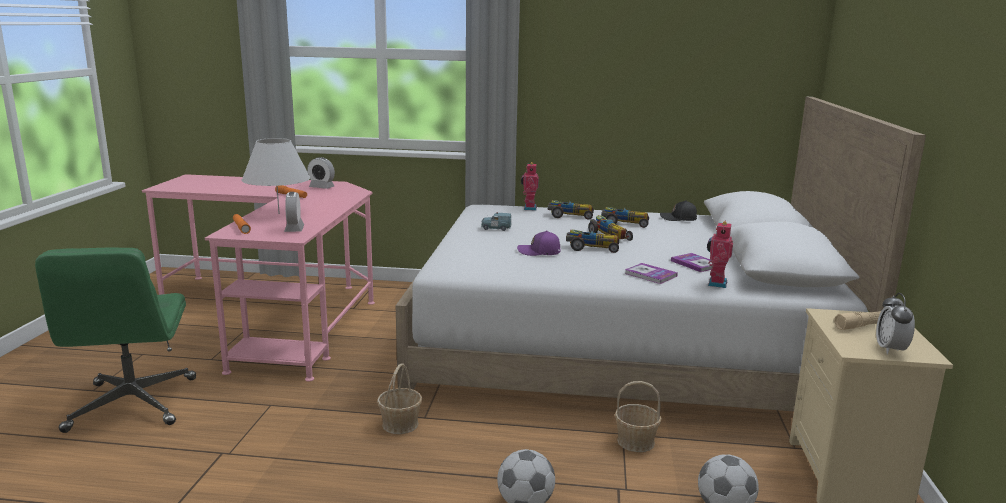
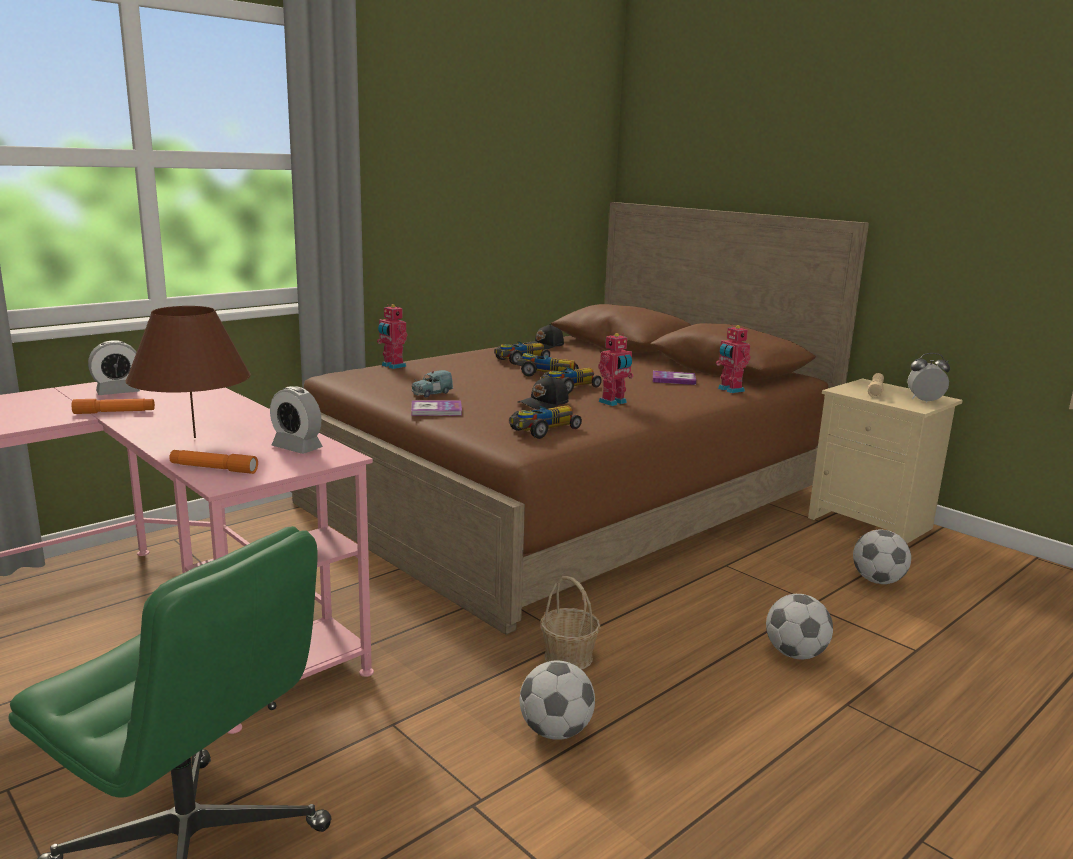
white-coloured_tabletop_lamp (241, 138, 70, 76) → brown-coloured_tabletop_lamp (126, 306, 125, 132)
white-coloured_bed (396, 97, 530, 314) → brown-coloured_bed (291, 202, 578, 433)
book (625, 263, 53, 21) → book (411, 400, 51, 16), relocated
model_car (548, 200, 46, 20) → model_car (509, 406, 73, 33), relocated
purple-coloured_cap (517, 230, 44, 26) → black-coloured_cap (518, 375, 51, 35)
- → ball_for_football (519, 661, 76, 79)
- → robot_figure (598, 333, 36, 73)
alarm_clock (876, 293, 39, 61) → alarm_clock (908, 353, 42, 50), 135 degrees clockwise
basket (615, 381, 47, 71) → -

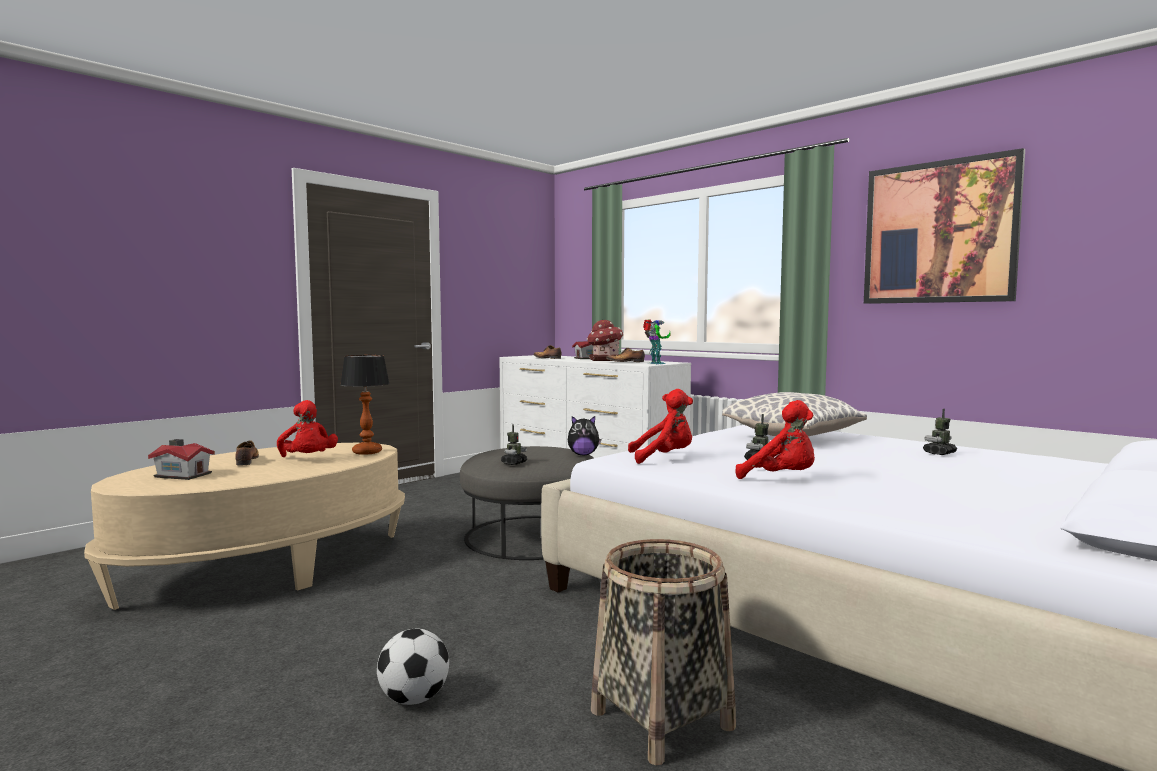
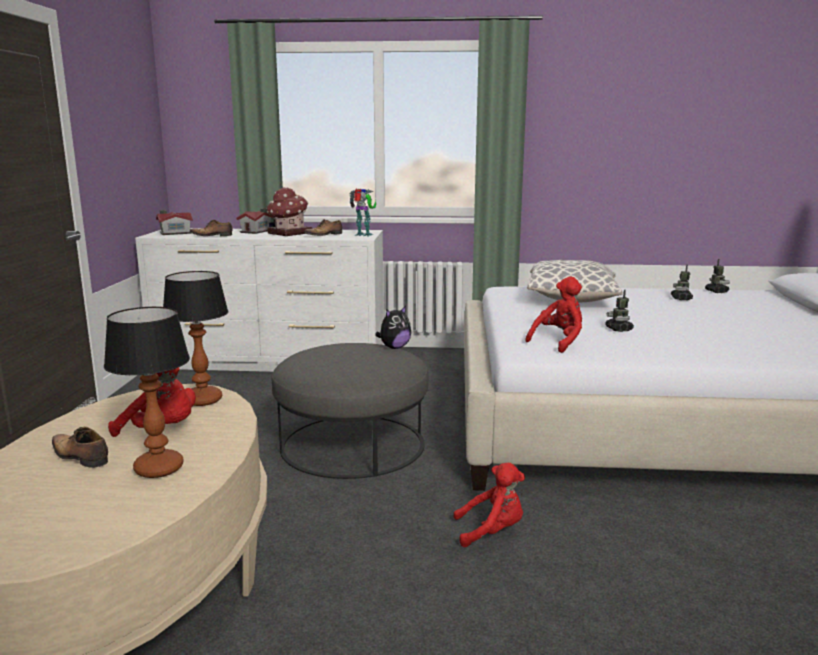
- → tabletop_lamp (104, 307, 86, 171)
model_house (148, 439, 67, 41) → model_house (156, 210, 37, 25), relocated
red_plush_toy (736, 400, 79, 79) → red_plush_toy (453, 463, 72, 84), relocated
robot_figure (501, 424, 26, 41) → robot_figure (705, 259, 25, 34), relocated
ball_for_football (377, 629, 72, 76) → -
basket (591, 539, 145, 226) → -
picture (864, 148, 161, 156) → -

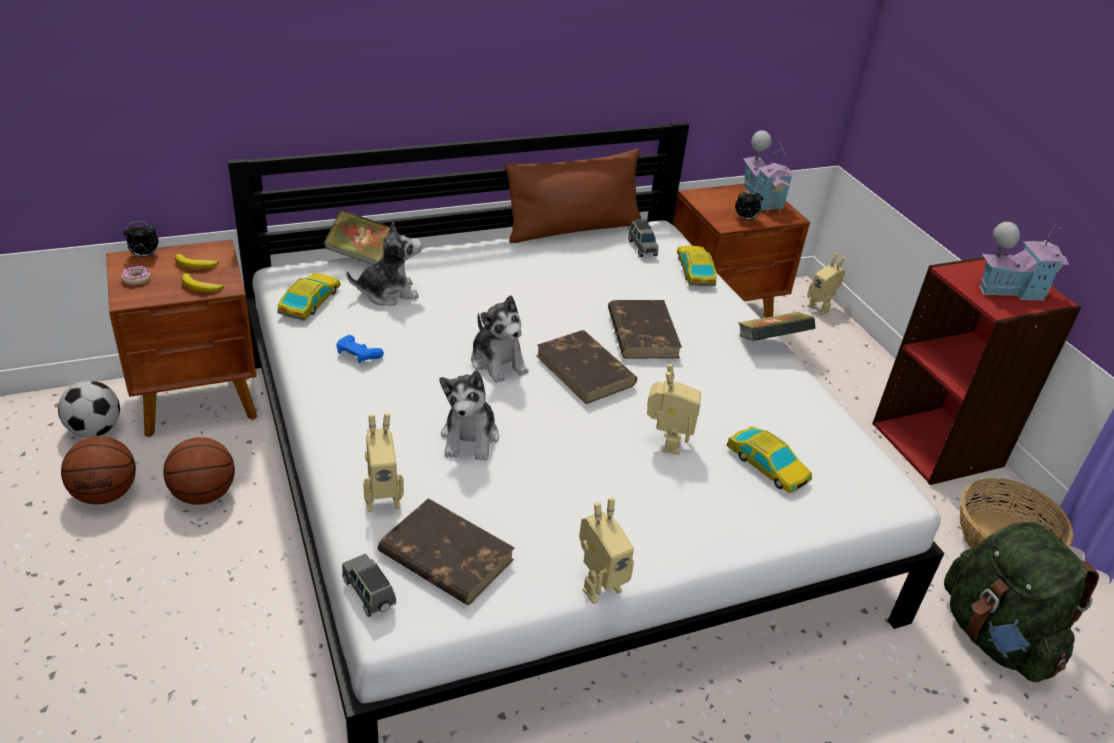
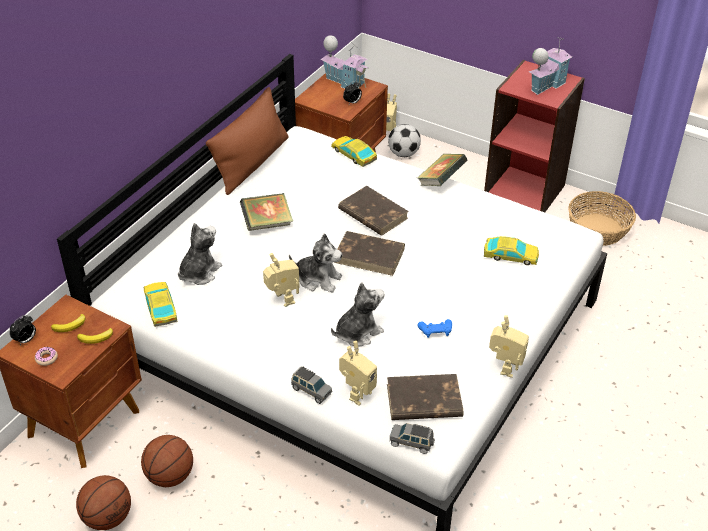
book (324, 209, 73, 56) → book (240, 193, 53, 38), relocated
robot_figure (647, 364, 54, 91) → robot_figure (263, 253, 37, 54), relocated
greyish_model_car (628, 219, 30, 38) → greyish_model_car (291, 366, 41, 38), relocated
plush_toy (440, 371, 59, 90) → plush_toy (331, 282, 53, 65), 90 degrees counterclockwise
ball_for_football (58, 381, 62, 57) → ball_for_football (388, 124, 33, 33), relocated
blue-coloured_gamepad (336, 335, 48, 28) → blue-coloured_gamepad (418, 319, 34, 19), relocated
green-coloured_rucksack (944, 522, 155, 160) → -

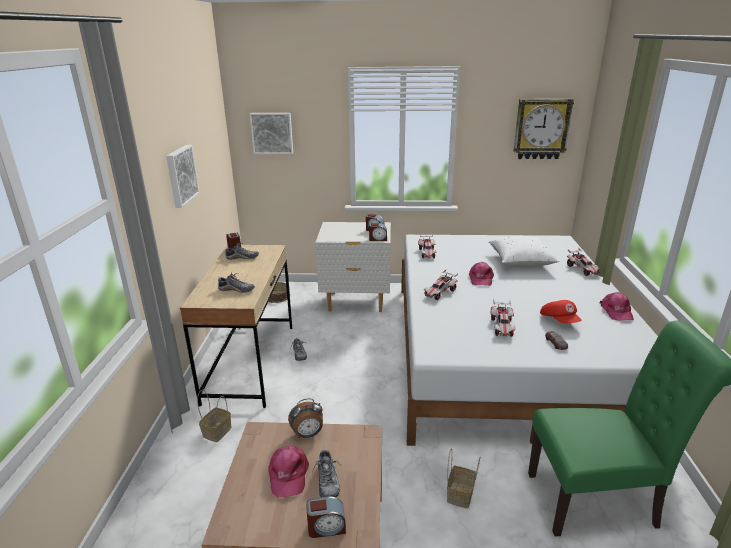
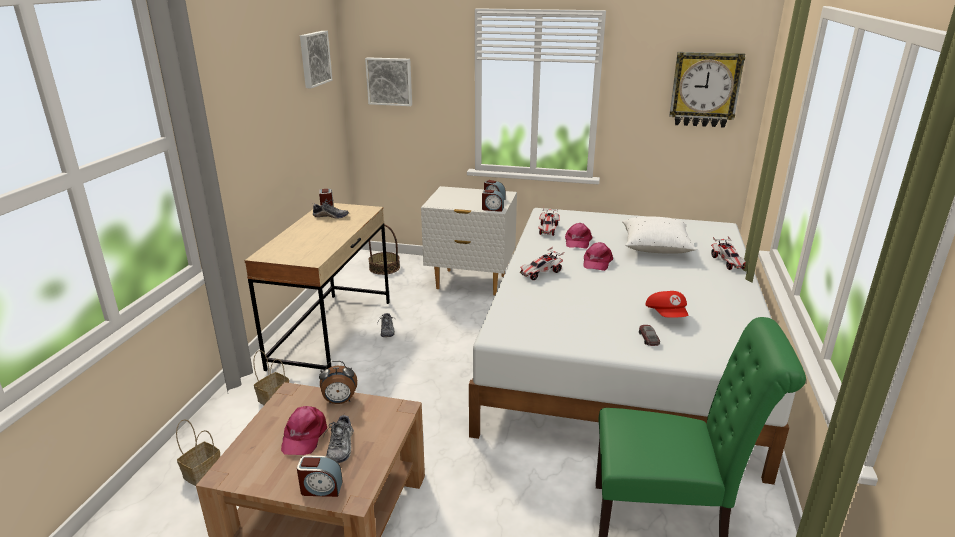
basket (447, 449, 33, 60) → basket (176, 419, 44, 67), relocated
picture (166, 145, 33, 63) → picture (300, 31, 33, 57), relocated
pink_cap (599, 292, 35, 29) → pink_cap (565, 223, 28, 26), relocated
shoe (218, 272, 37, 21) → -
model_car (490, 302, 25, 35) → -

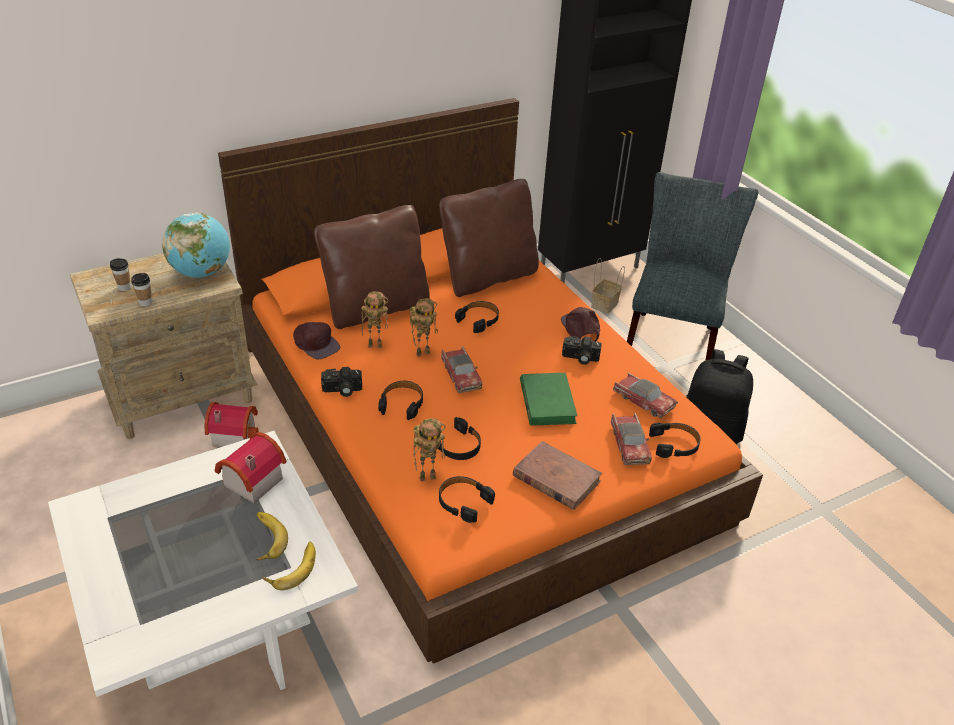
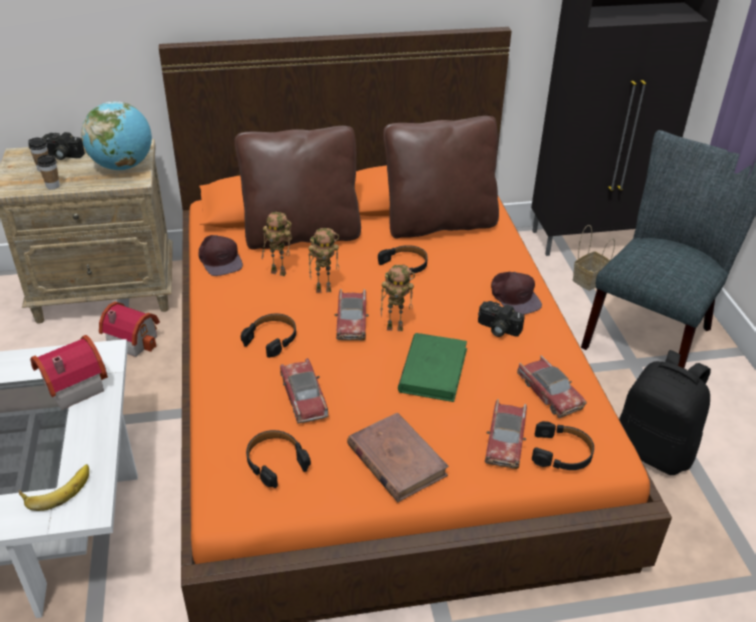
photo_camera (321, 367, 41, 30) → photo_camera (42, 132, 43, 28), relocated
black-coloured_headphones (438, 417, 43, 43) → model_car (280, 358, 49, 66)
robot_figure (413, 418, 32, 63) → robot_figure (381, 265, 34, 66), relocated
brown-coloured_cap (561, 307, 39, 34) → brown-coloured_cap (491, 272, 51, 43), 150 degrees clockwise
banana (256, 512, 32, 49) → -

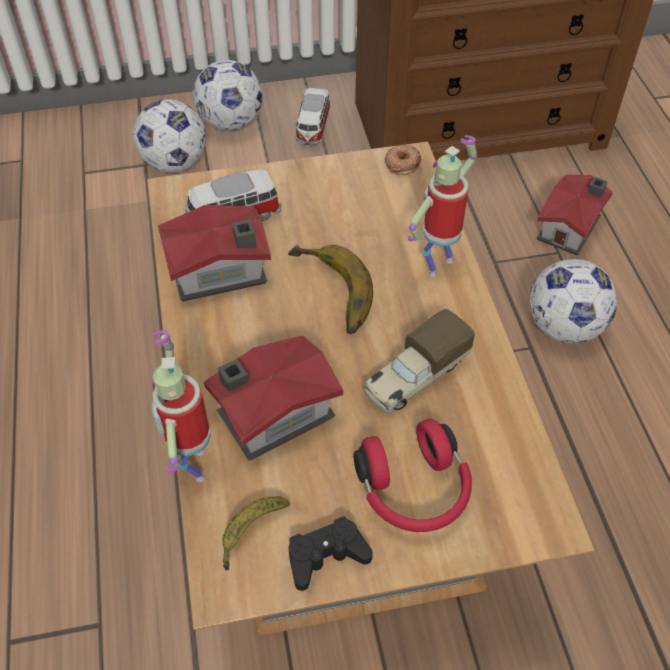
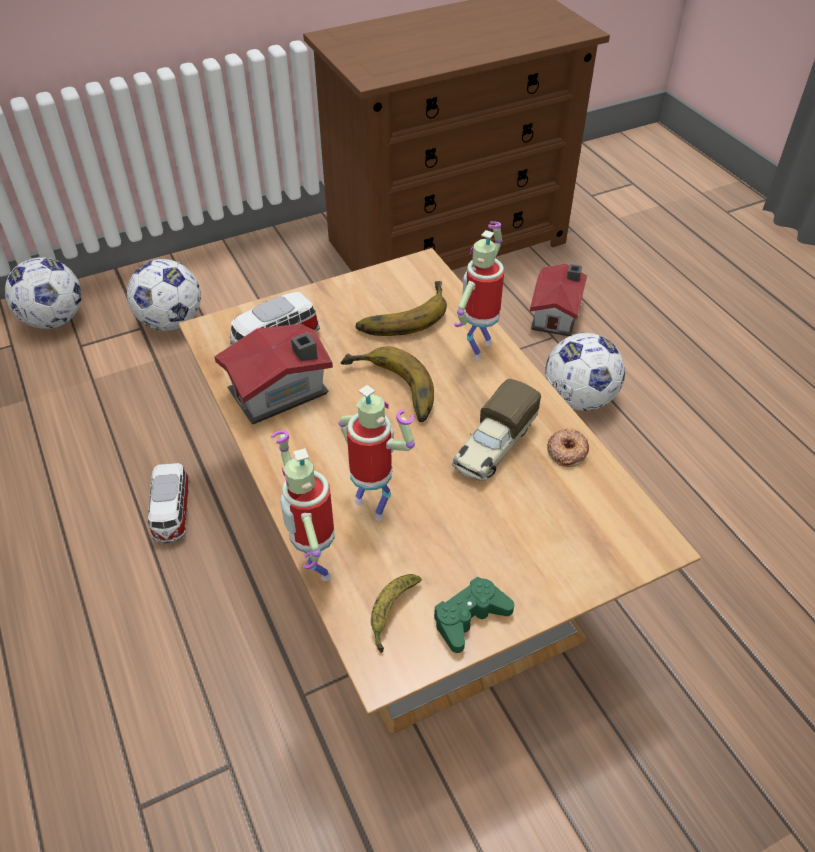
ball_for_football (193, 60, 69, 71) → ball_for_football (5, 257, 76, 72), relocated
model_car (295, 88, 36, 57) → model_car (146, 463, 44, 81), relocated
model_house (204, 335, 139, 126) → robot_figure (339, 385, 76, 136)
- → banana (355, 281, 92, 55)
black-coloured_gamepad (289, 516, 84, 75) → green-coloured_gamepad (434, 576, 80, 77)
ring_doughnut (385, 144, 36, 31) → ring_doughnut (547, 429, 42, 38), relocated
red_headphones (354, 419, 118, 113) → -

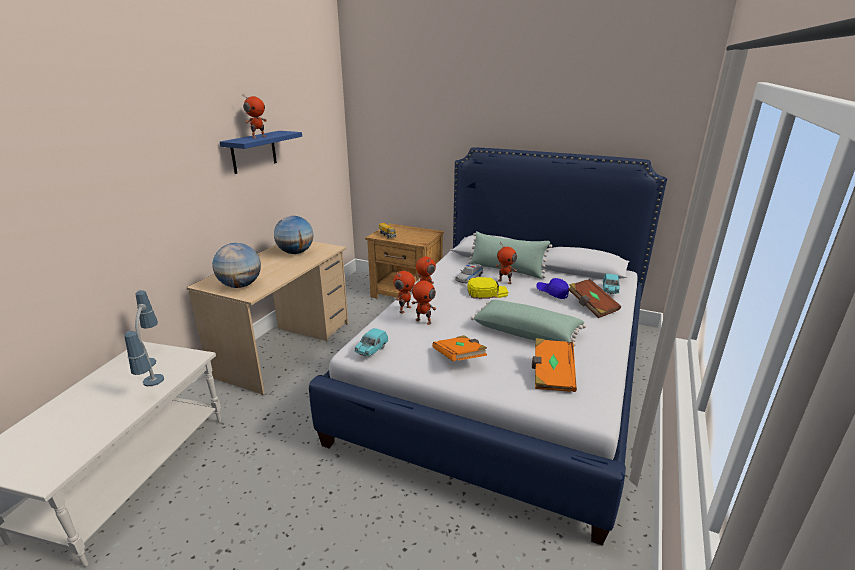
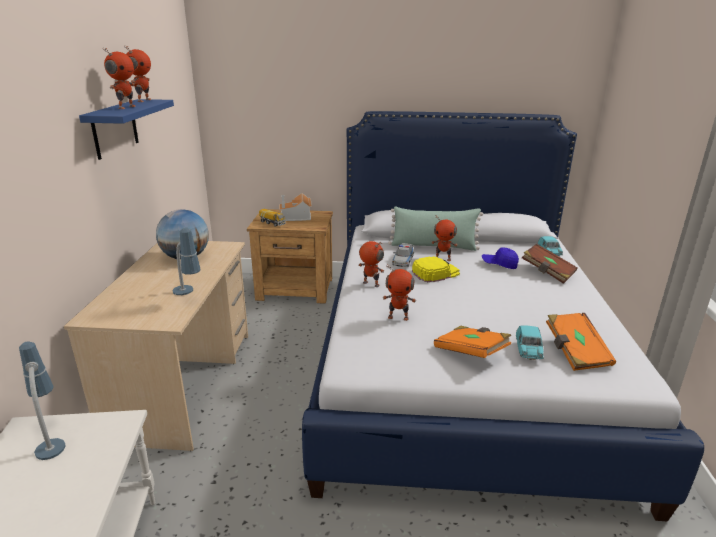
robot_figure (393, 271, 22, 42) → robot_figure (124, 46, 27, 56), relocated
tabletop_lamp (124, 331, 40, 55) → tabletop_lamp (173, 227, 28, 68), relocated
- → model_house (279, 193, 33, 28)
blue-green_model_car (355, 328, 33, 28) → blue-green_model_car (516, 325, 28, 35), relocated
desk_globe (212, 243, 49, 45) → -
green-coloured_cushion (471, 300, 115, 46) → -

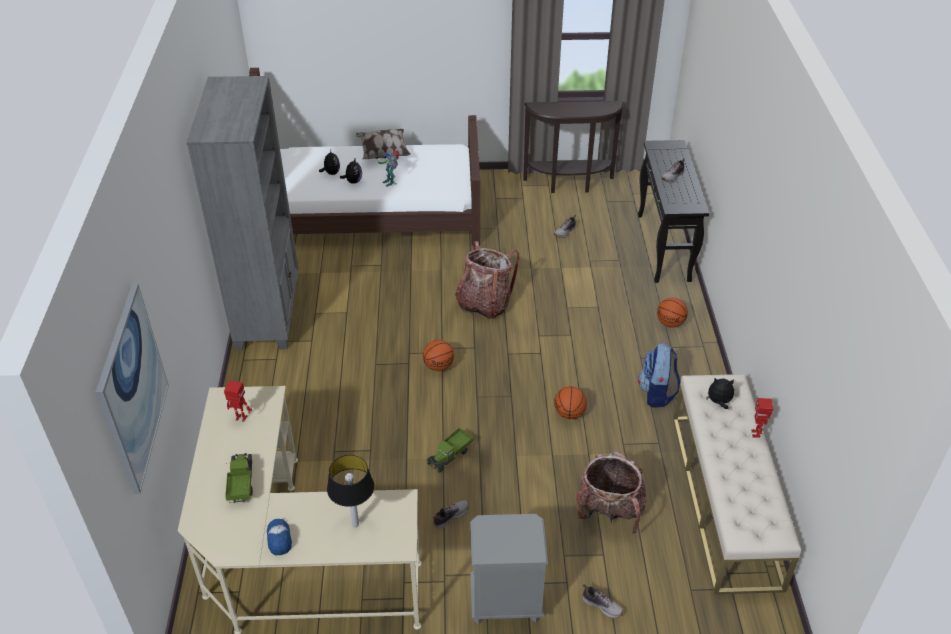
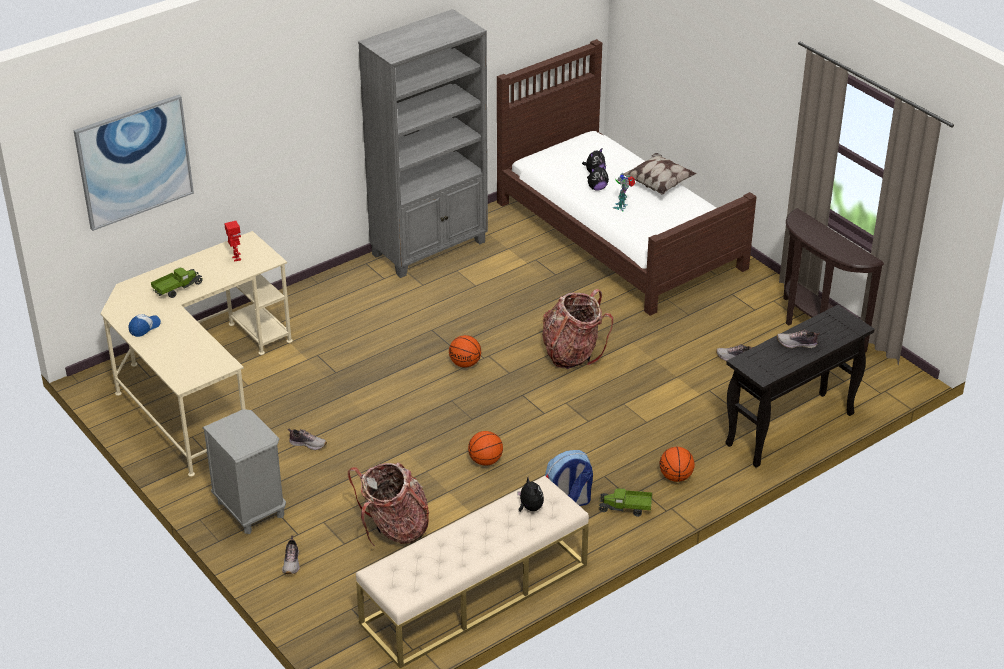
toy_lorry (427, 428, 46, 45) → toy_lorry (599, 488, 53, 29), relocated
tabletop_lamp (327, 455, 47, 72) → -
robot_figure (751, 398, 22, 39) → -

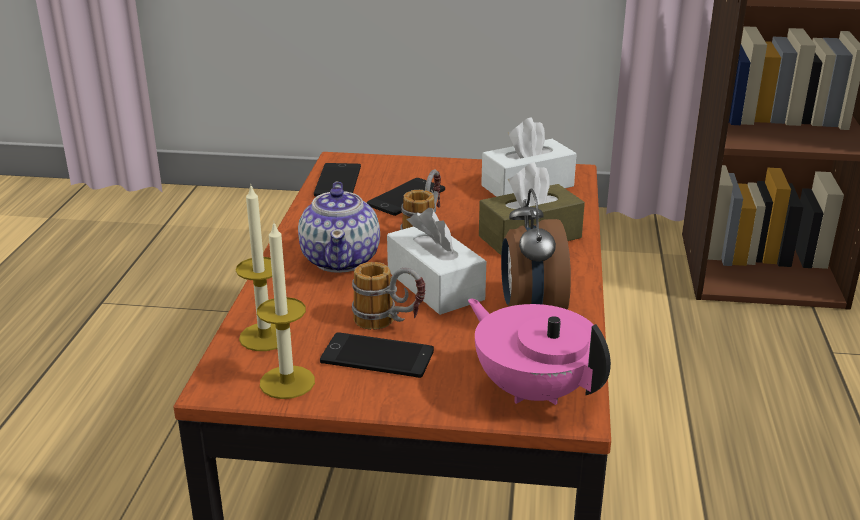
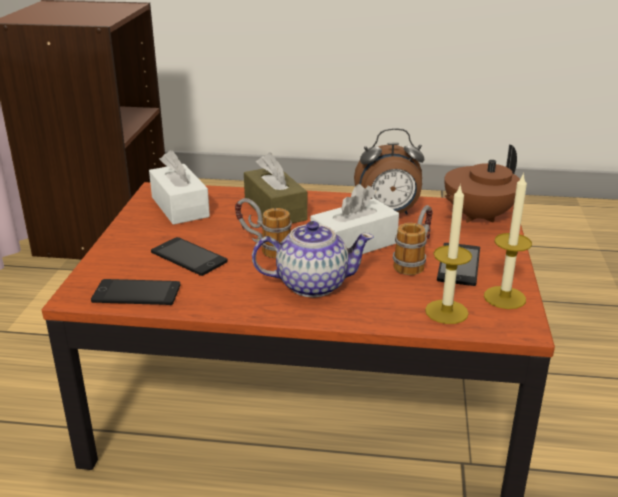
pink_tea_pot (468, 299, 143, 106) → brown-coloured_tea_pot (444, 144, 76, 79)

